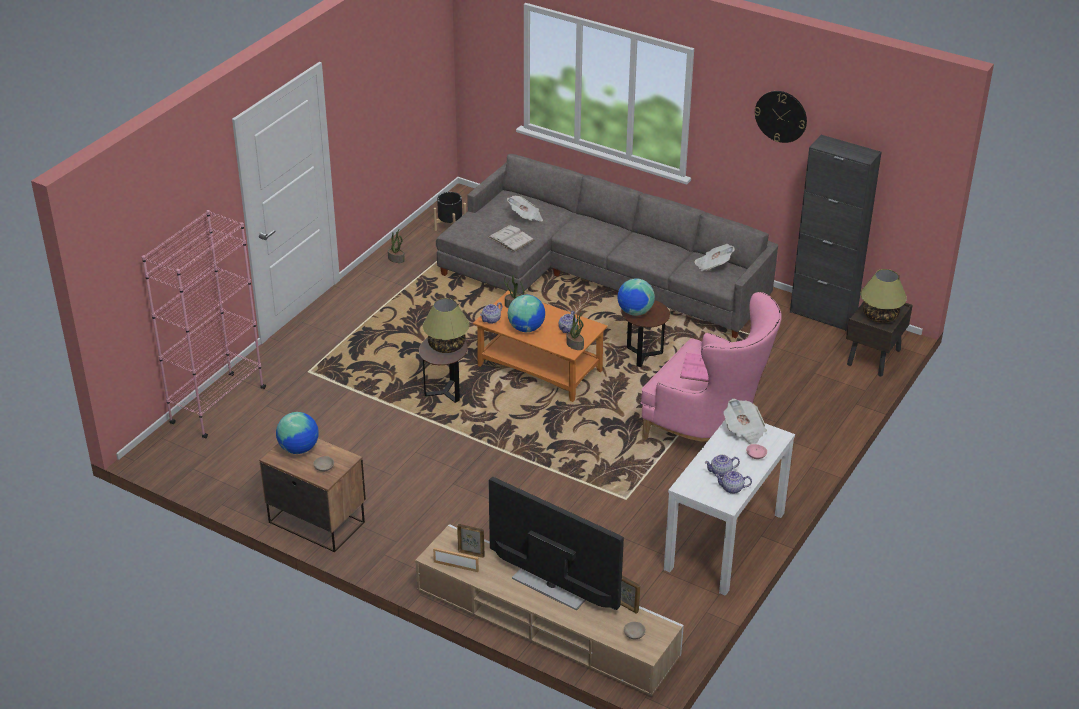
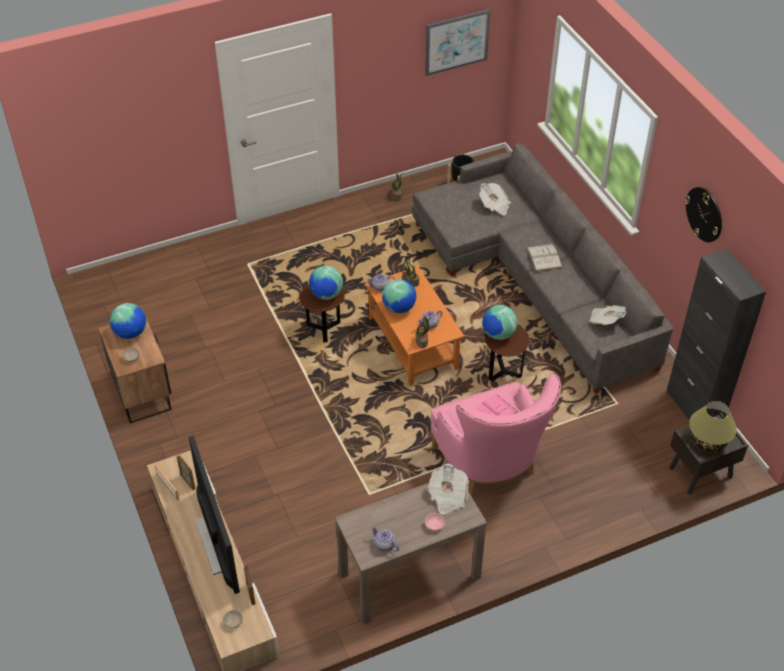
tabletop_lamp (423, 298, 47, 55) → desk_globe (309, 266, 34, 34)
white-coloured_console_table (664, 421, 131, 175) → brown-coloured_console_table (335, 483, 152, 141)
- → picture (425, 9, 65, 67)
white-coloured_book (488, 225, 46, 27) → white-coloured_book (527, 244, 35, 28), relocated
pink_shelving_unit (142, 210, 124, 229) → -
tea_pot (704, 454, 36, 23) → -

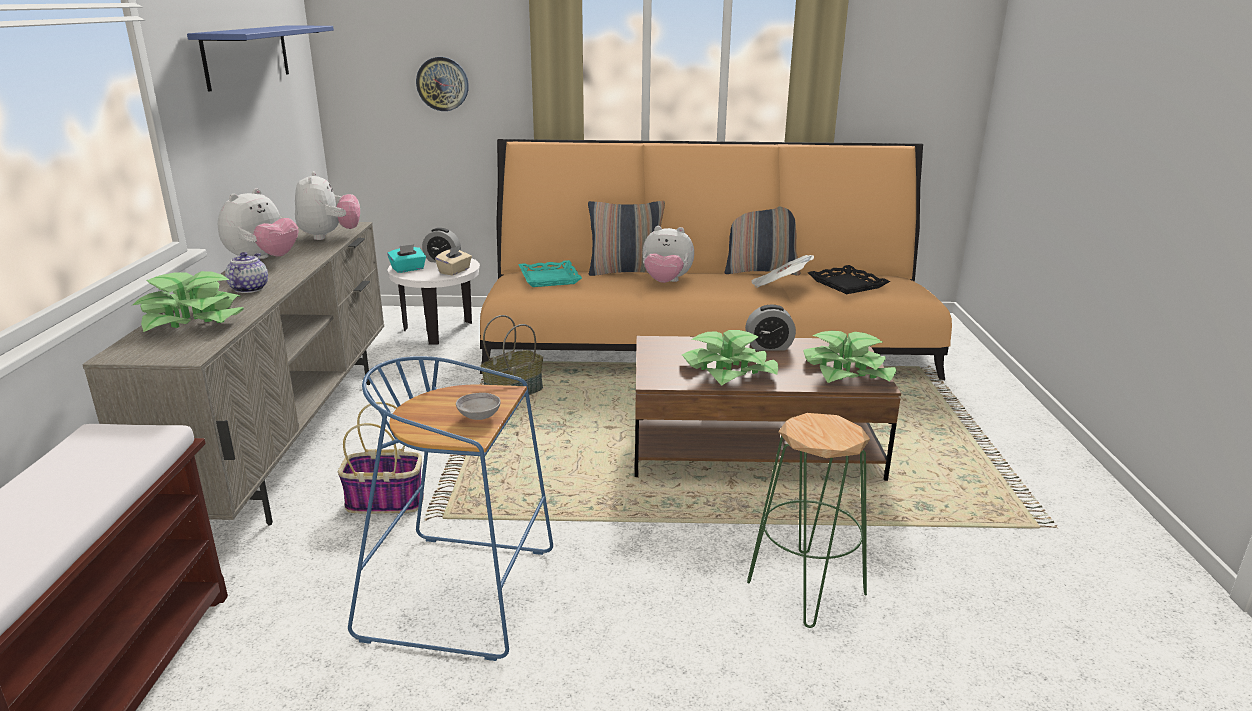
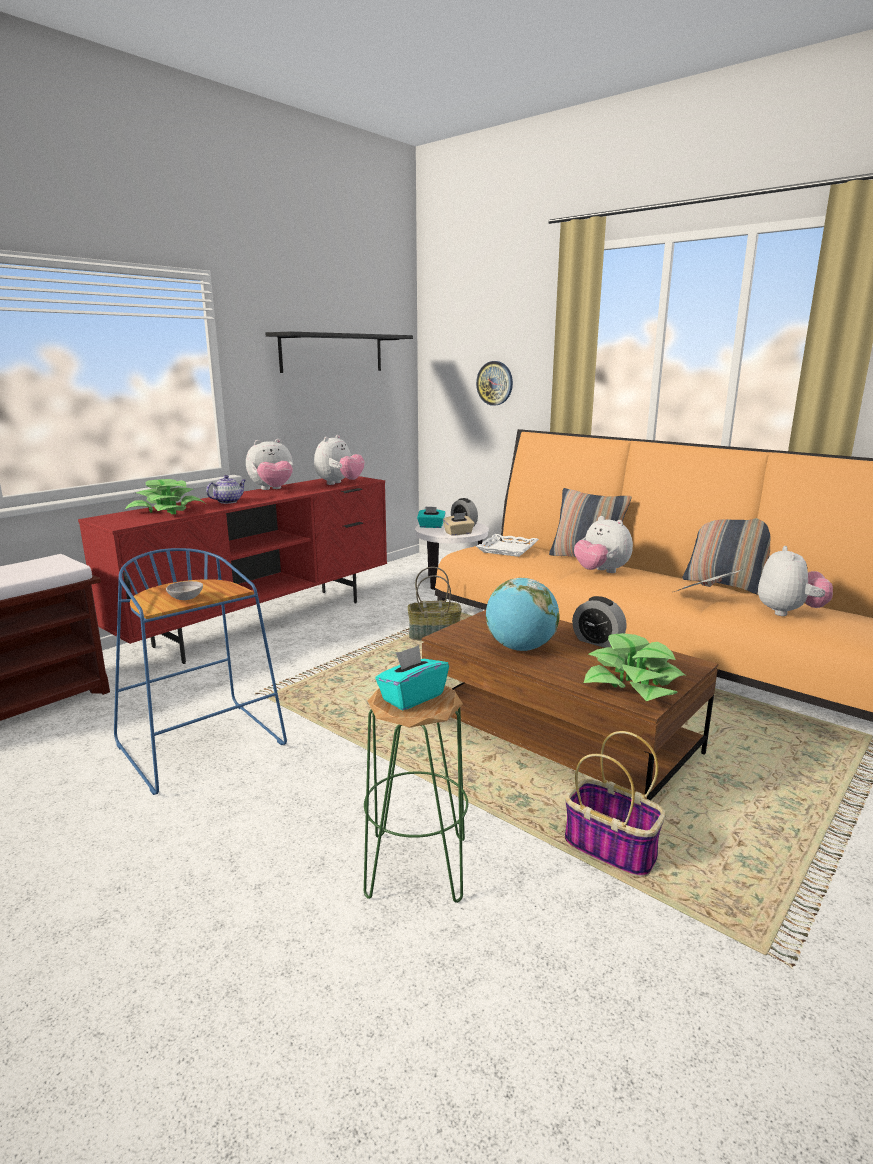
sand-coloured_tv_stand (82, 222, 302, 304) → red_tv_stand (78, 476, 309, 188)
blue-coloured_bracket_shelf (187, 25, 147, 67) → black-coloured_bracket_shelf (265, 332, 148, 41)
- → blue-green_box_of_tissues (375, 645, 74, 66)
blue-green_tray (519, 260, 63, 27) → white-coloured_tray (476, 534, 63, 23)
houseplant (682, 330, 96, 56) → desk_globe (486, 578, 74, 73)
basket (338, 402, 86, 111) → basket (564, 731, 101, 146), relocated
black-coloured_tray (808, 265, 82, 29) → plush_toy (758, 546, 75, 70)

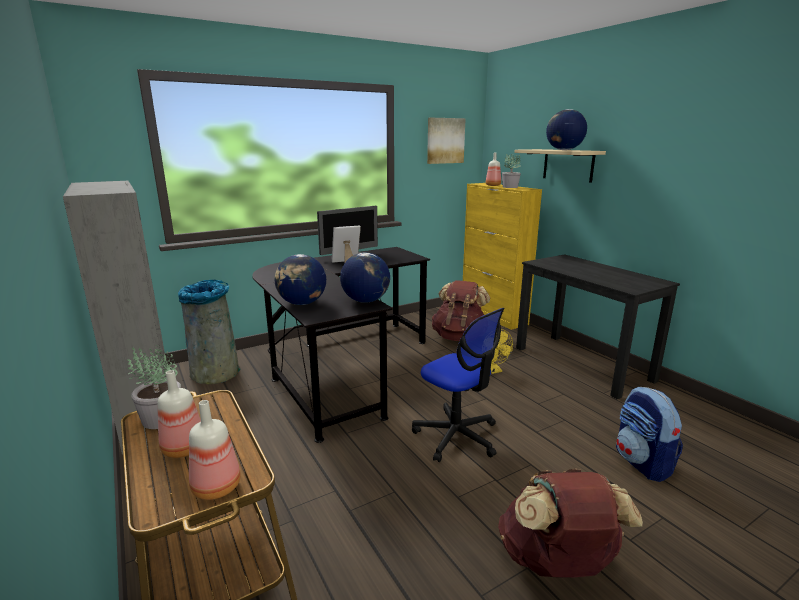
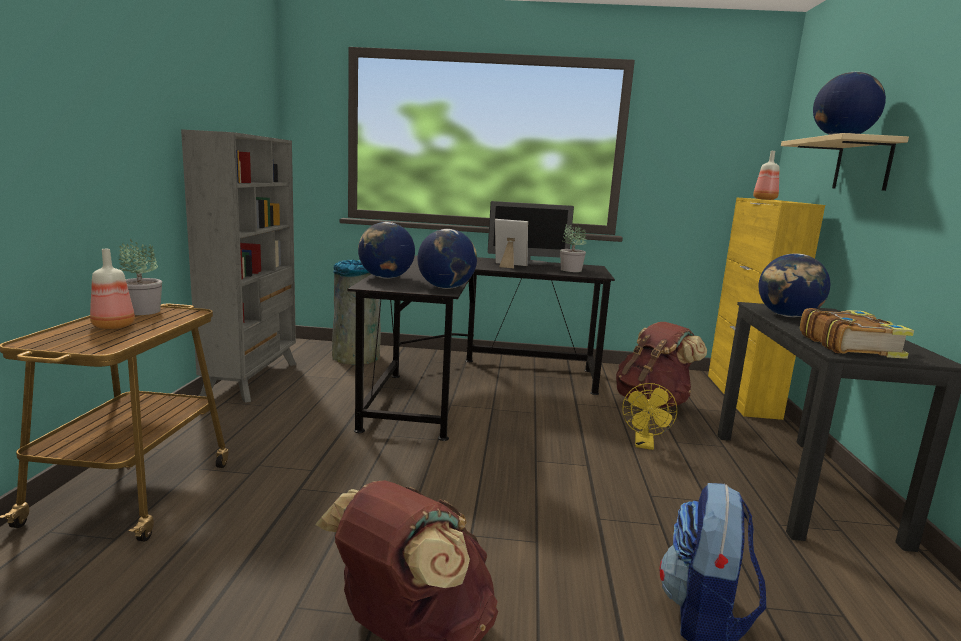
houseplant (502, 153, 19, 35) → houseplant (560, 223, 26, 49), relocated
- → desk_globe (758, 253, 72, 64)
- → book (800, 308, 114, 51)
bottle (189, 400, 52, 100) → -
desk_chair (412, 308, 93, 154) → -
picture (427, 118, 39, 46) → -

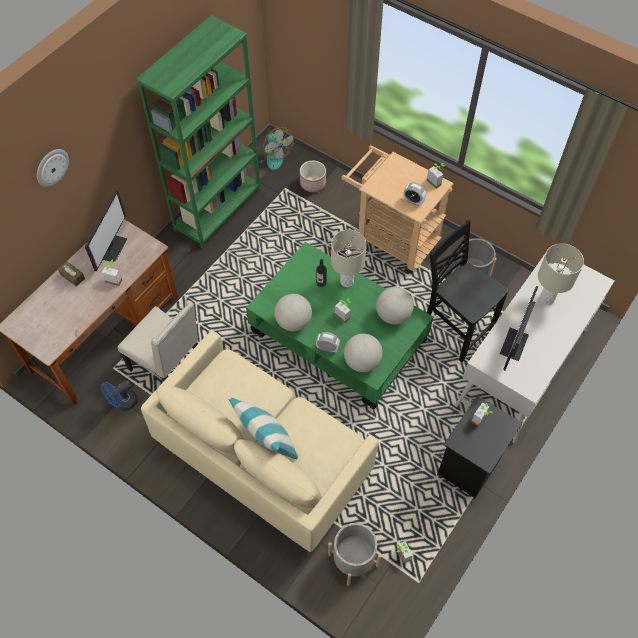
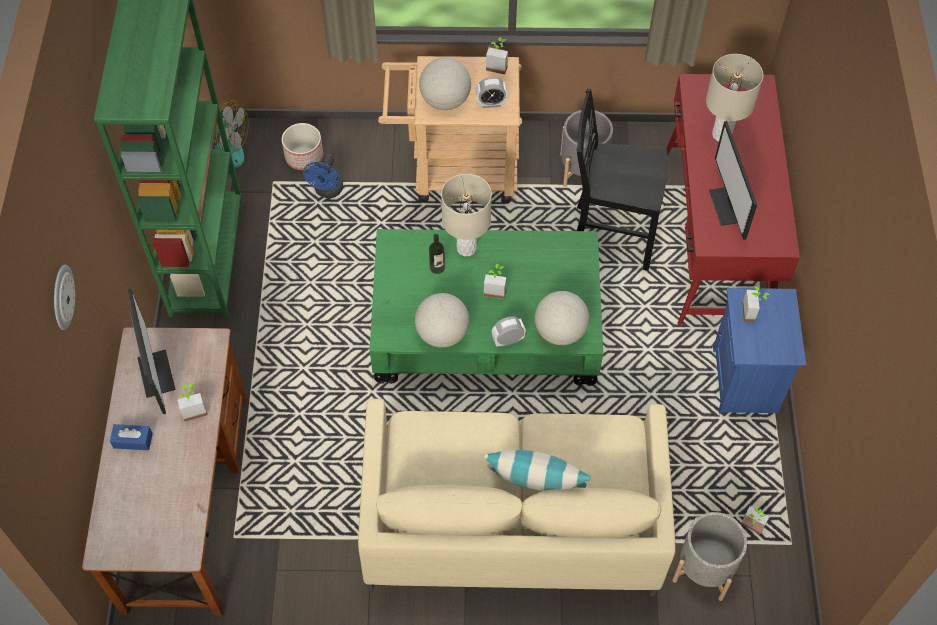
brown-coloured_box_of_tissues (58, 262, 27, 24) → blue-coloured_box_of_tissues (110, 424, 43, 26)
blue-coloured_electric_fan (101, 380, 37, 31) → blue-coloured_electric_fan (303, 153, 40, 45), relocated
desk_globe (376, 287, 38, 37) → desk_globe (419, 58, 52, 52), relocated
white-coloured_desk_table (455, 247, 159, 196) → red_desk_table (666, 74, 134, 251)
black-coloured_bedside_table (437, 395, 85, 103) → blue-coloured_bedside_table (713, 288, 93, 126)
sand-coloured_upright_chair (117, 300, 81, 82) → -

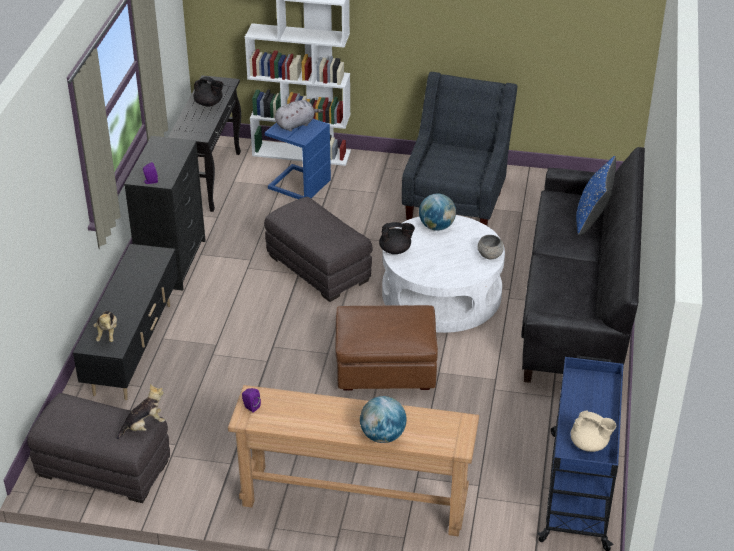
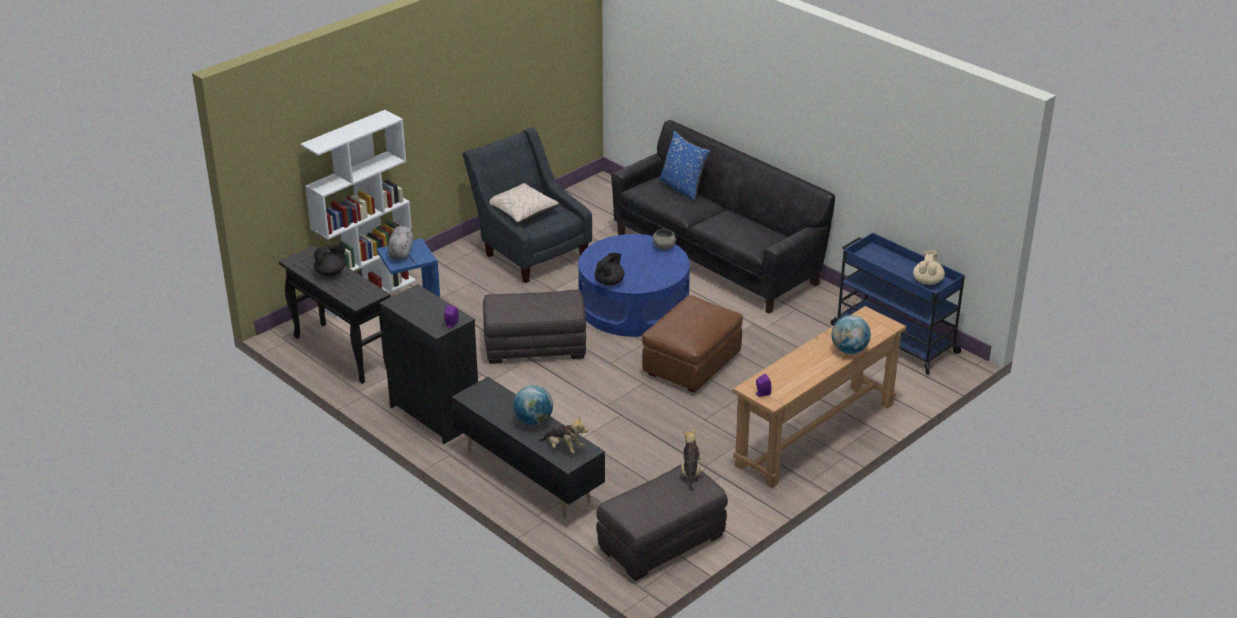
- → sand-coloured_cushion (490, 183, 70, 41)
desk_globe (419, 194, 37, 37) → desk_globe (513, 385, 40, 40), relocated
white-coloured_low_table (382, 215, 123, 118) → blue-coloured_low_table (578, 234, 112, 103)
sand-coloured_tea_pot (570, 411, 46, 41) → sand-coloured_tea_pot (913, 250, 32, 35), 45 degrees counterclockwise

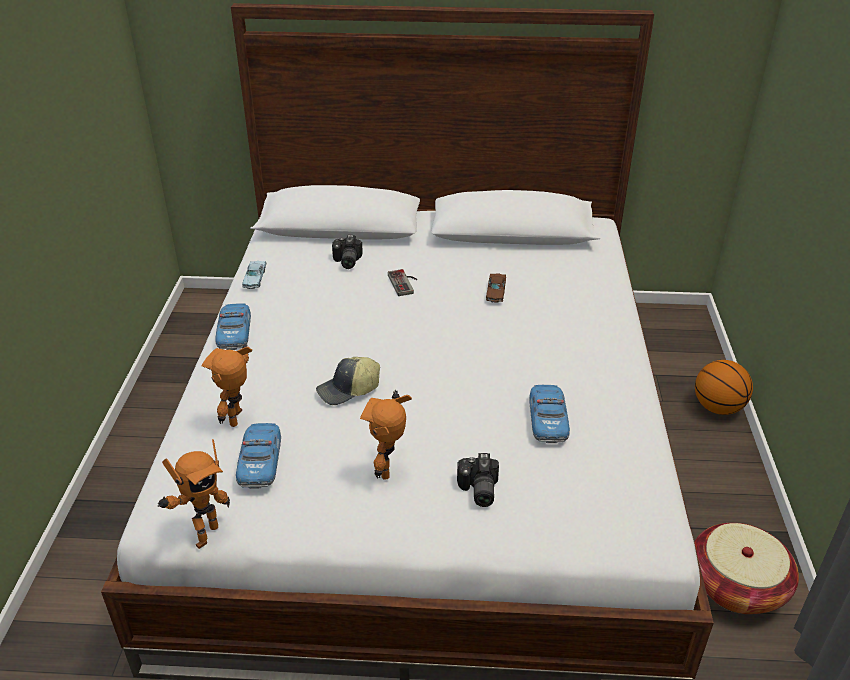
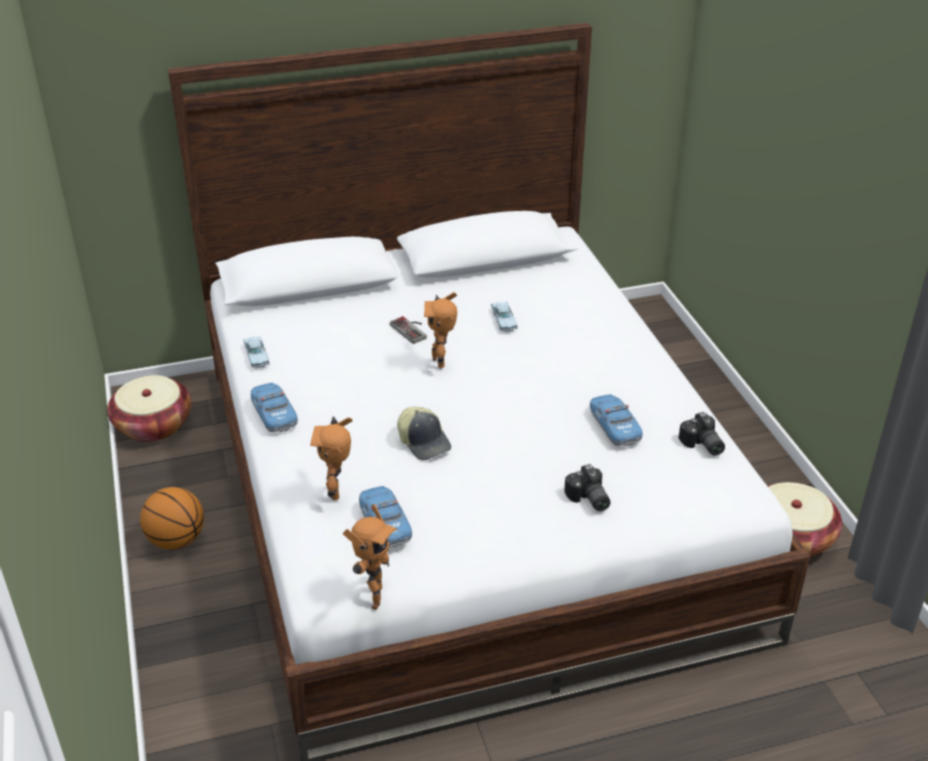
- → basket (107, 375, 85, 67)
basketball_ball (695, 360, 58, 55) → basketball_ball (140, 487, 64, 62), relocated
cap (316, 357, 64, 48) → cap (397, 407, 54, 53), 75 degrees counterclockwise
robot_figure (360, 390, 52, 90) → robot_figure (424, 292, 33, 76), relocated
brown-coloured_model_car (486, 273, 20, 30) → blue-coloured_model_car (491, 302, 27, 29)
photo_camera (332, 235, 31, 34) → photo_camera (679, 412, 46, 44), relocated

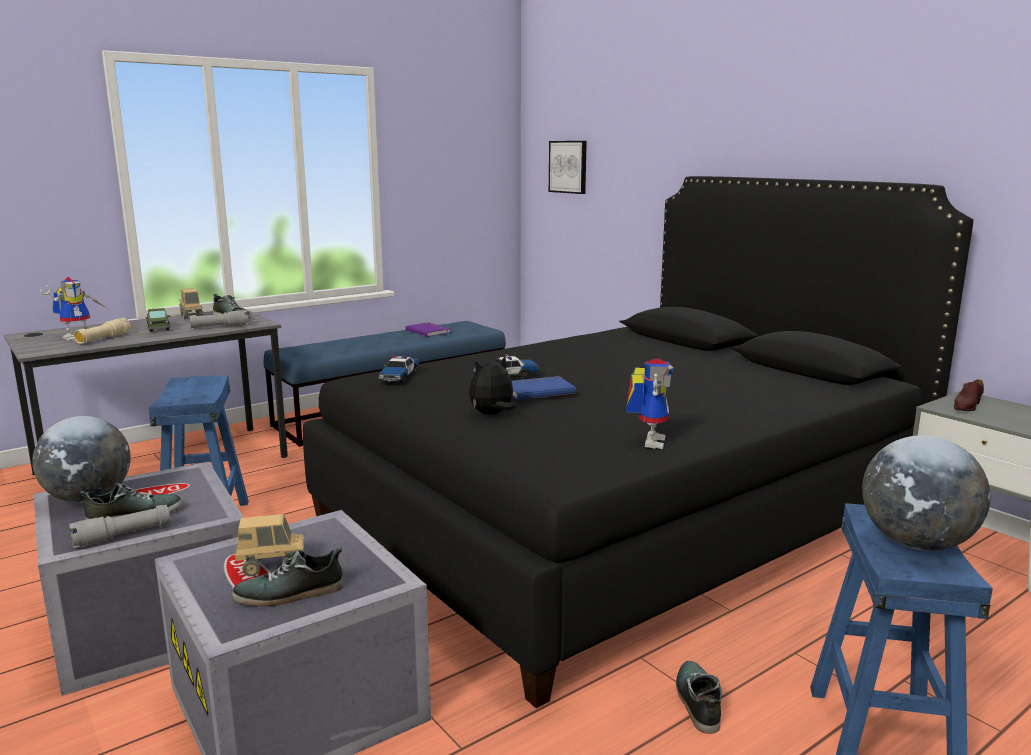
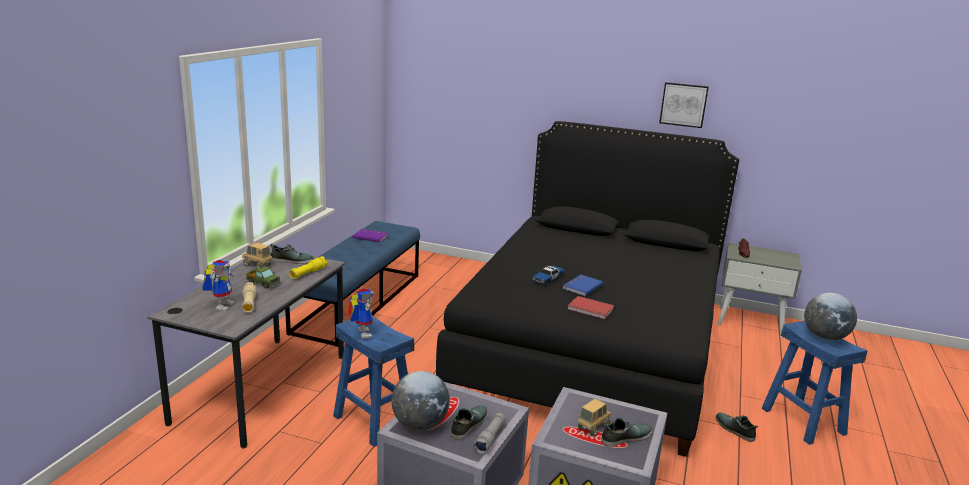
greyish_hand_torch (190, 310, 59, 18) → yellowish_hand_torch (289, 256, 38, 23)
robot_figure (626, 358, 48, 91) → robot_figure (347, 288, 26, 51), relocated
plush_toy (469, 357, 47, 58) → red_book (568, 296, 46, 23)
shoe (232, 547, 111, 59) → shoe (601, 418, 51, 29), 150 degrees counterclockwise
picture (549, 141, 38, 53) → picture (659, 82, 50, 46), relocated
model_car (378, 356, 41, 26) → -

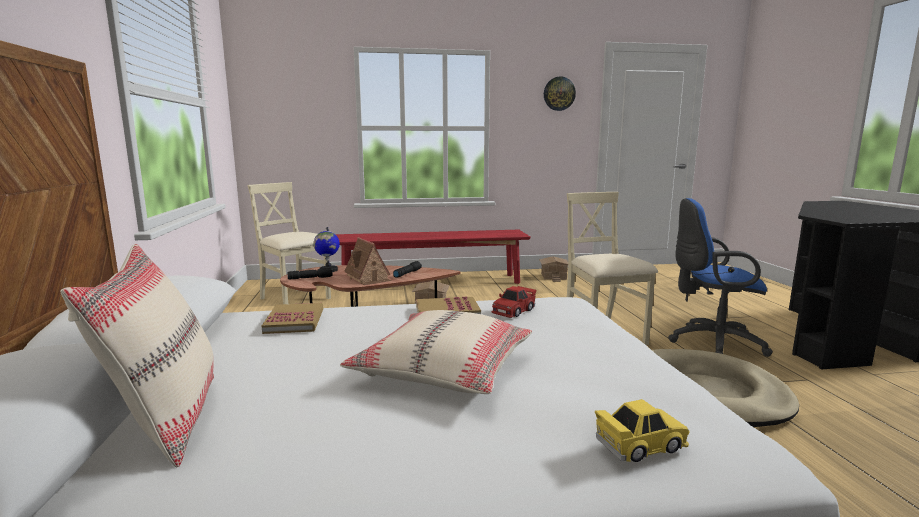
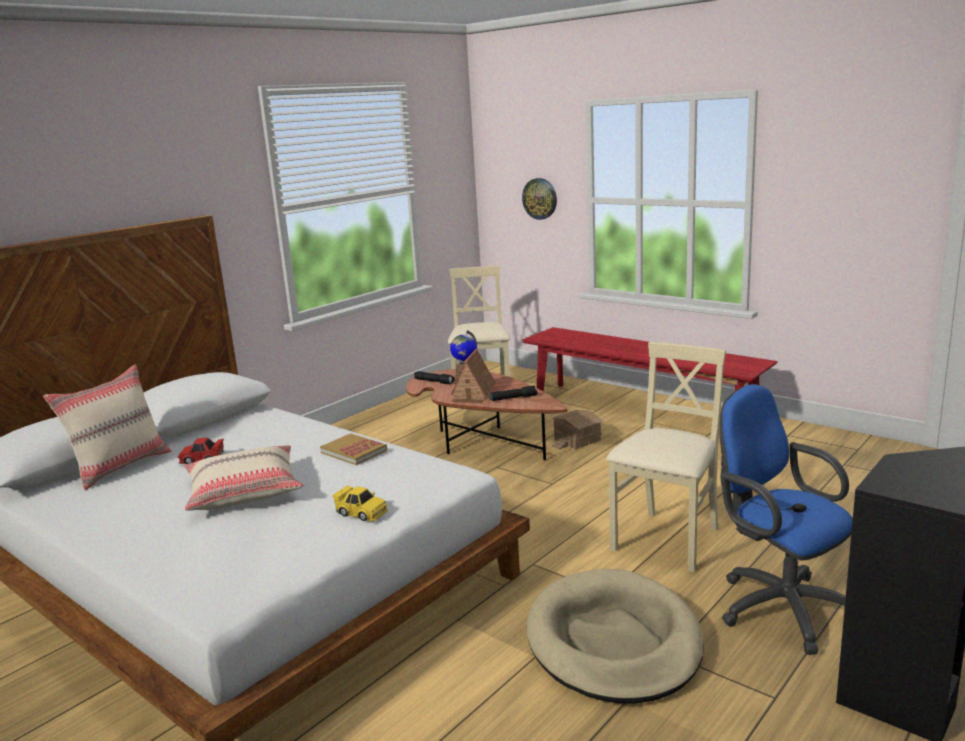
red_model_car (492, 286, 44, 32) → red_model_car (178, 438, 46, 26), relocated
yellowish_model_car (595, 399, 95, 63) → yellowish_model_car (332, 486, 56, 35), relocated
clock_on_the_wall (544, 77, 32, 34) → clock_on_the_wall (522, 178, 35, 42), relocated
book (262, 303, 61, 31) → -
model_house (539, 256, 29, 26) → -

